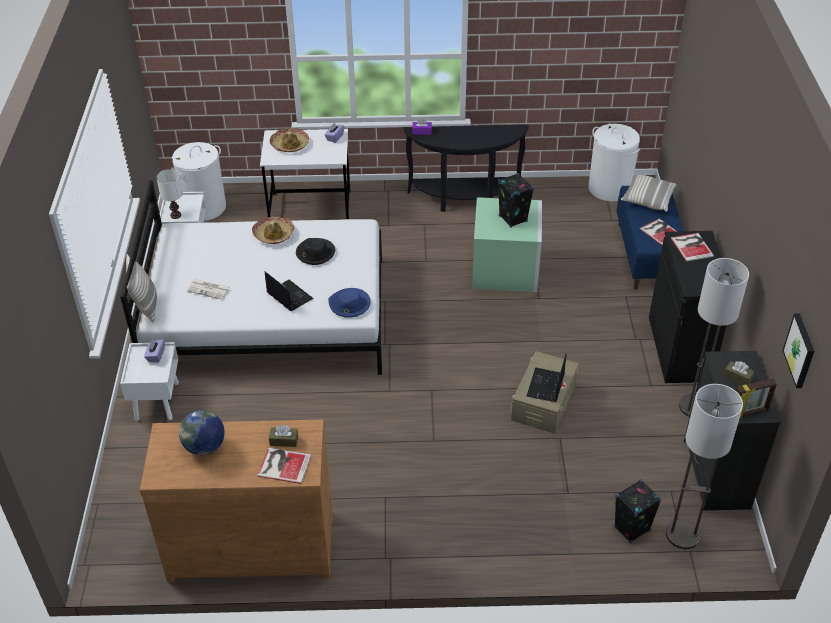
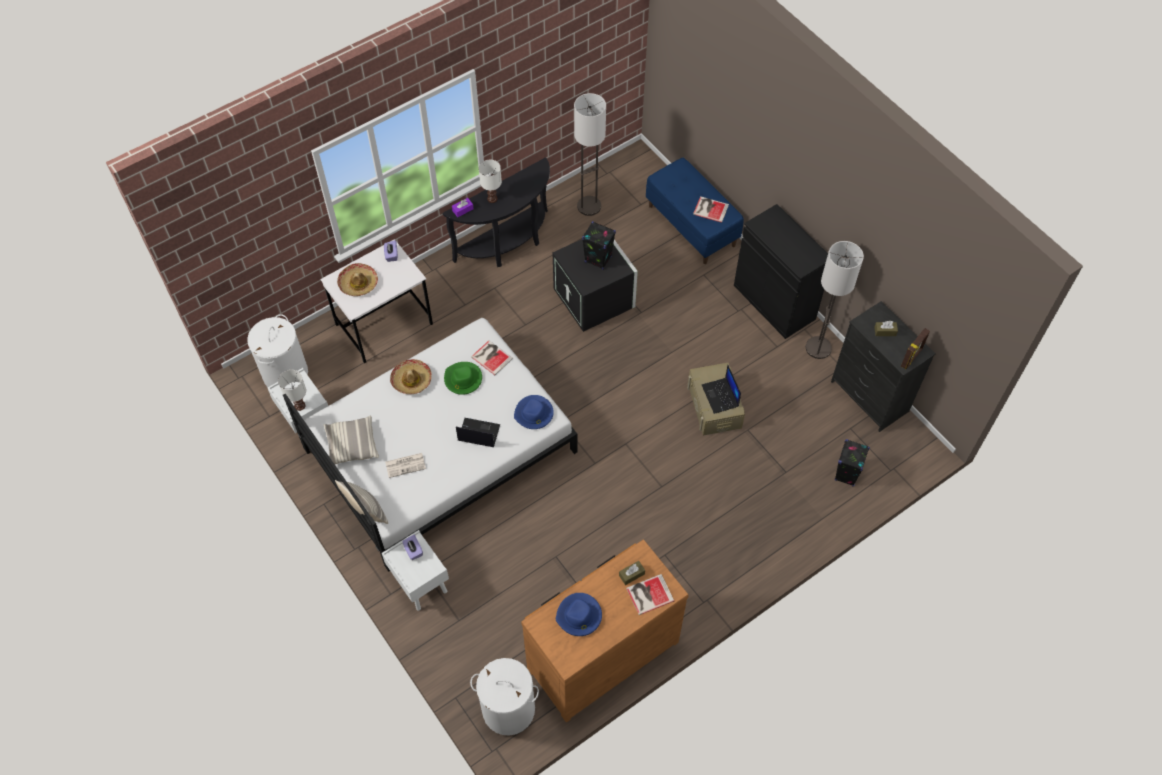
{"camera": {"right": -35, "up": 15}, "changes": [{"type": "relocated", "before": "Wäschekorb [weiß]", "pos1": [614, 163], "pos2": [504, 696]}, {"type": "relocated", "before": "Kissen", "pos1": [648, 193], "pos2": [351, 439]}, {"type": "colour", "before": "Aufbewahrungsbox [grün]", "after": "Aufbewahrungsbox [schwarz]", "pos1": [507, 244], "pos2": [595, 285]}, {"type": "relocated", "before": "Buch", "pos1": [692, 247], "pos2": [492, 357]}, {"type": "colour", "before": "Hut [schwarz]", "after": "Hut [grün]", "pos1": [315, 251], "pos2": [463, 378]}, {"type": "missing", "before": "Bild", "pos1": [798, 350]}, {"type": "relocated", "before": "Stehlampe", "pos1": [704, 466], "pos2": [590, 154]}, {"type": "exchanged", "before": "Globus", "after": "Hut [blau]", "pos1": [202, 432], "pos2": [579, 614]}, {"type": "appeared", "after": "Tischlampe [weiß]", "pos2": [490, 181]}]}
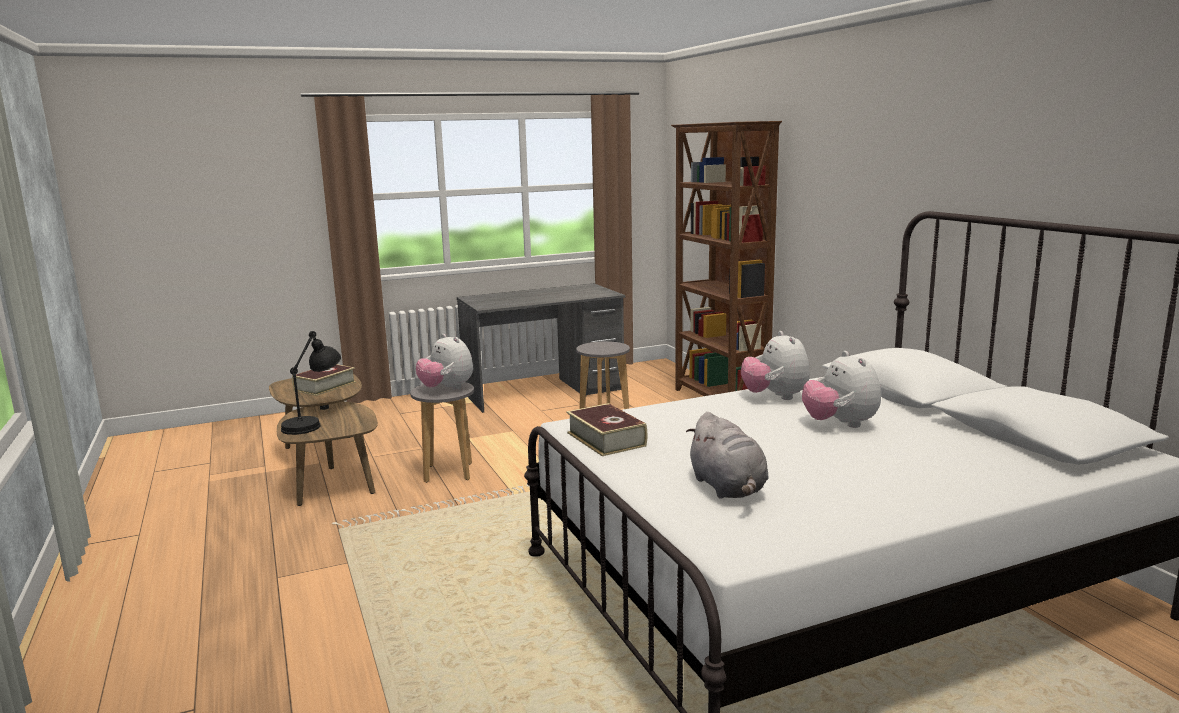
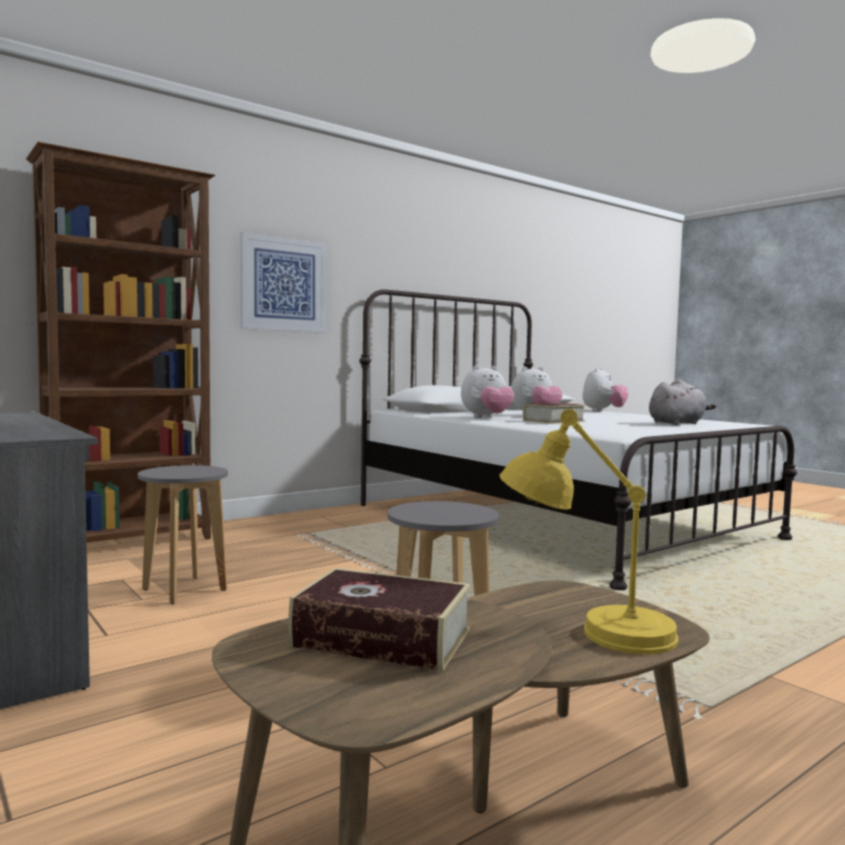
{"camera": {"right": -105, "up": -10}, "changes": [{"type": "colour", "before": "Tischlampe [schwarz]", "after": "Tischlampe [gelb]", "pos1": [311, 383], "pos2": [588, 532]}, {"type": "relocated", "before": "Plüschtier", "pos1": [444, 362], "pos2": [606, 390]}, {"type": "relocated", "before": "Buch", "pos1": [606, 429], "pos2": [554, 413]}, {"type": "appeared", "after": "Bild", "pos2": [283, 282]}]}
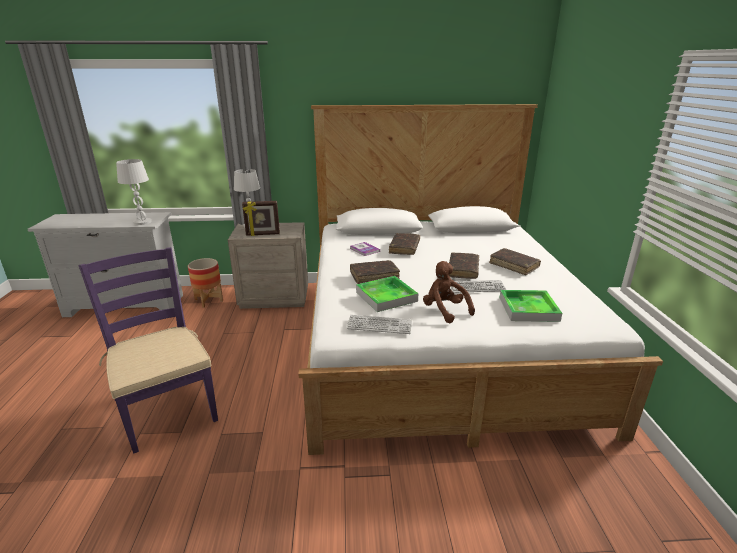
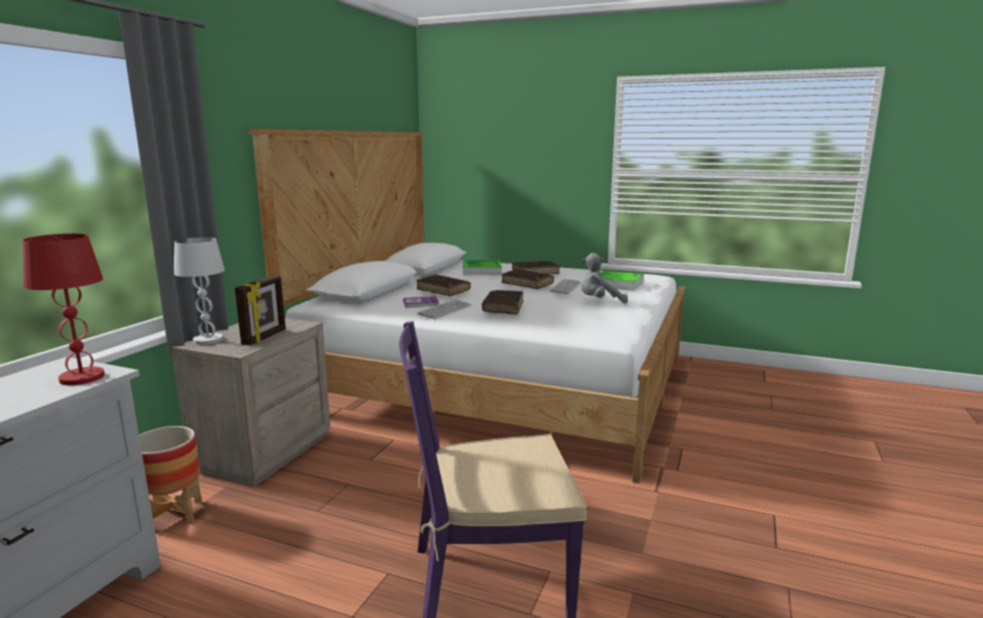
{"camera": {"right": -65, "up": -10}, "changes": [{"type": "colour", "before": "Tischlampe [weiß]", "after": "Tischlampe [rot]", "pos1": [134, 192], "pos2": [64, 309]}, {"type": "colour", "before": "Plüschtier [braun]", "after": "Plüschtier [grau]", "pos1": [449, 292], "pos2": [604, 278]}, {"type": "relocated", "before": "Tablett", "pos1": [387, 294], "pos2": [482, 267]}, {"type": "relocated", "before": "Tastatur", "pos1": [379, 324], "pos2": [444, 309]}]}
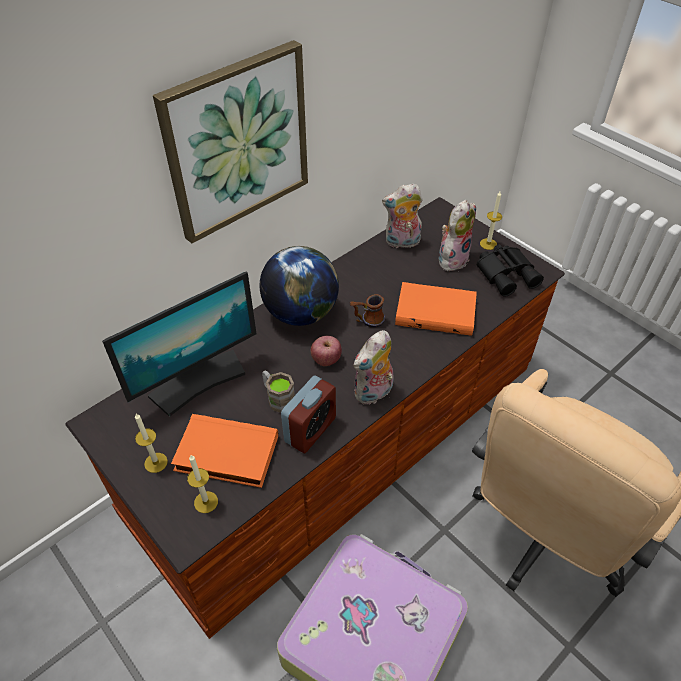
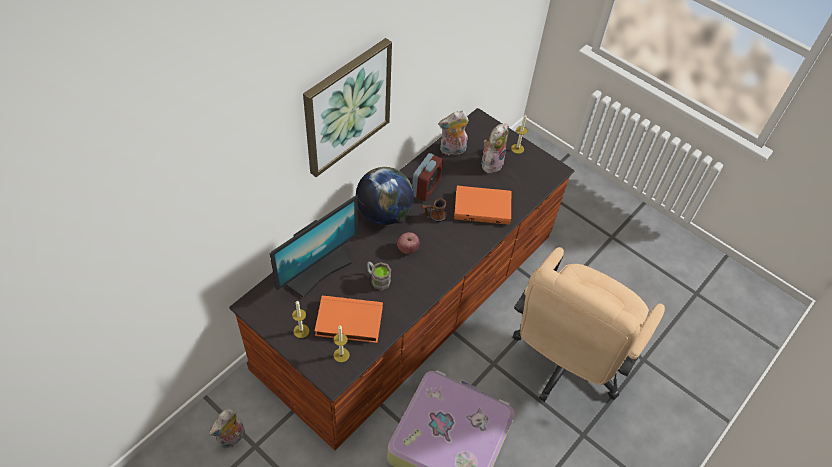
{"camera": {"right": -10, "up": 5}, "changes": [{"type": "missing", "before": "Fernglas [schwarz]", "pos1": [510, 270]}, {"type": "relocated", "before": "Plüschtier", "pos1": [374, 367], "pos2": [227, 428]}, {"type": "relocated", "before": "Wecker", "pos1": [308, 414], "pos2": [427, 177]}]}
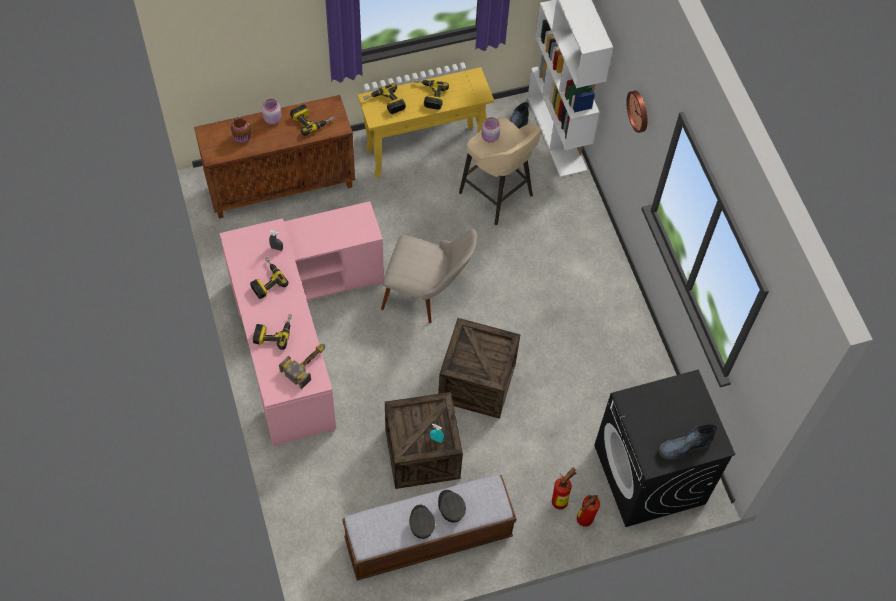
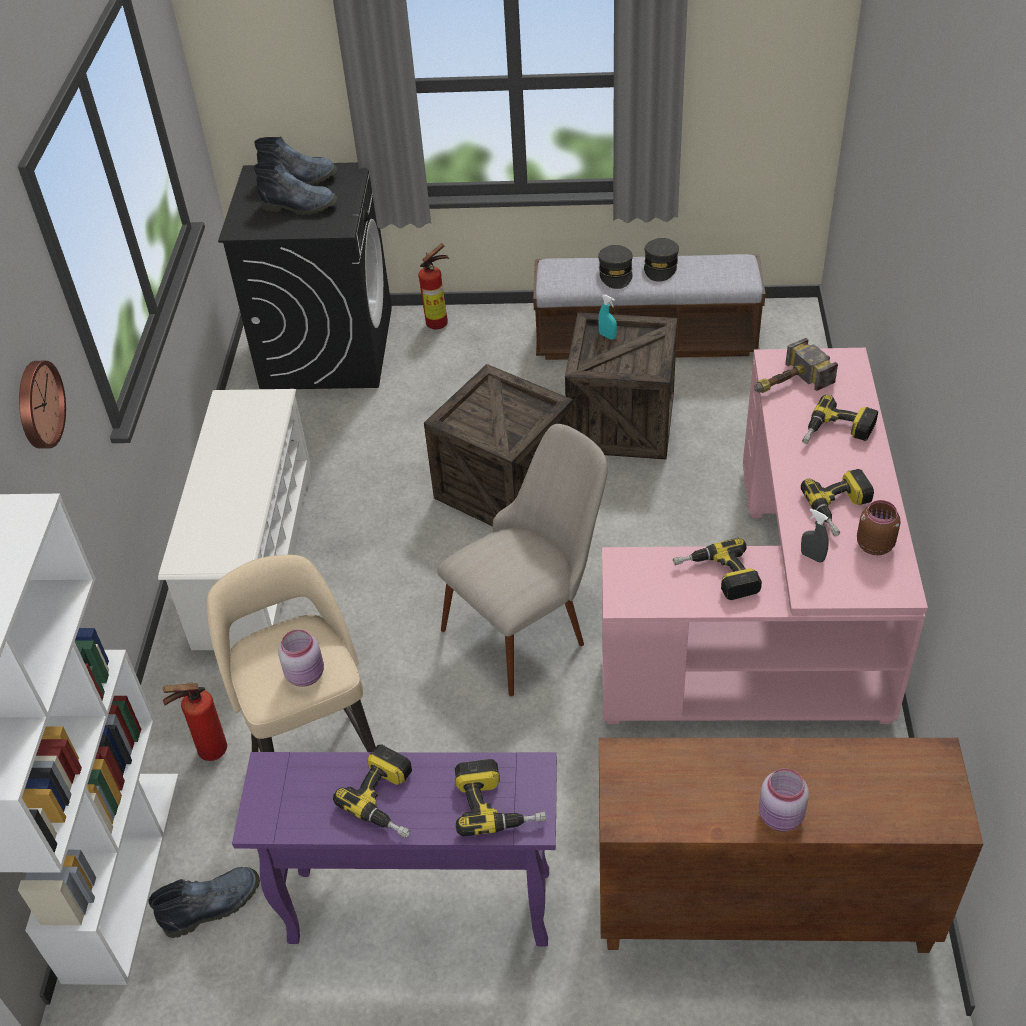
{"camera": {"right": -155, "up": -15}, "changes": [{"type": "colour", "before": "Konsolentisch [gelb]", "after": "Konsolentisch [lila]", "pos1": [426, 122], "pos2": [394, 849]}, {"type": "relocated", "before": "Bohrmaschine", "pos1": [312, 120], "pos2": [717, 569]}, {"type": "relocated", "before": "Vorratsglas [braun]", "pos1": [241, 130], "pos2": [878, 527]}, {"type": "spun", "before": "Stuhl [beige]", "pos1": [429, 276], "pos2": [522, 560], "turn": 105}, {"type": "relocated", "before": "Feuerlöscher", "pos1": [564, 488], "pos2": [195, 721]}, {"type": "appeared", "after": "Stiefel", "pos2": [295, 188]}, {"type": "appeared", "after": "Schuhregal [weiß]", "pos2": [235, 519]}]}
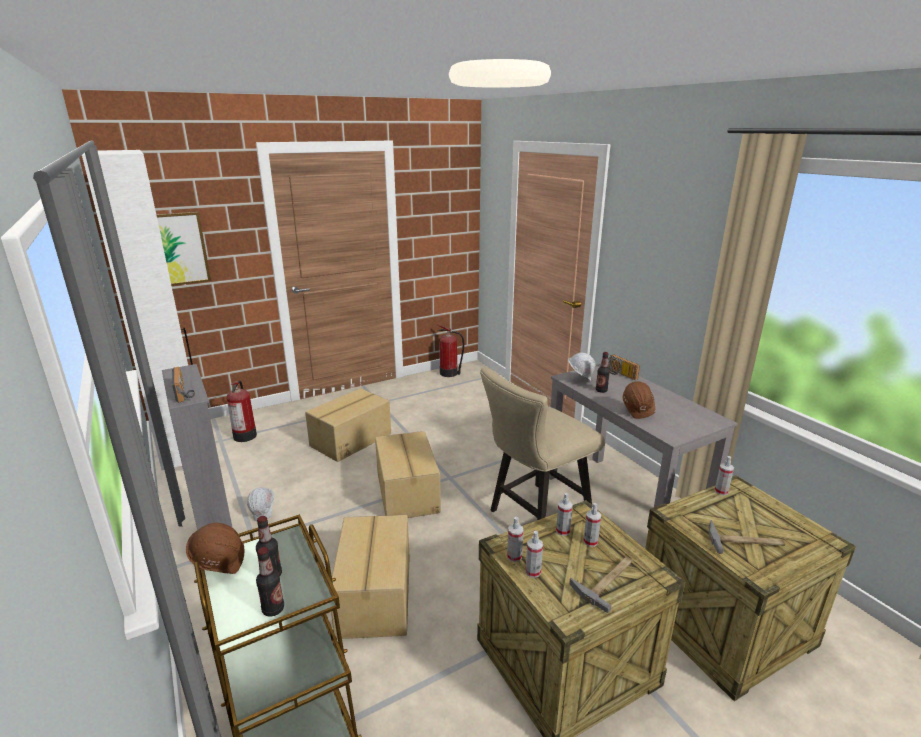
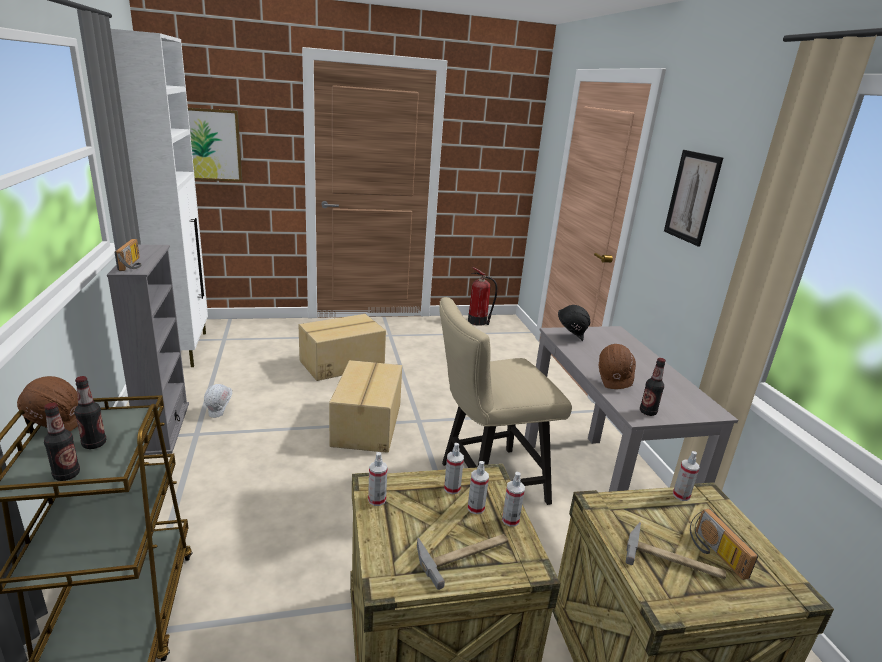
{"camera": {"right": 15, "up": 0}, "changes": [{"type": "relocated", "before": "Flasche", "pos1": [603, 372], "pos2": [653, 387]}, {"type": "colour", "before": "Schutzhelm [weiß]", "after": "Schutzhelm [schwarz]", "pos1": [582, 367], "pos2": [574, 323]}, {"type": "relocated", "before": "Radio", "pos1": [624, 367], "pos2": [724, 544]}, {"type": "missing", "before": "Feuerlöscher", "pos1": [242, 411]}, {"type": "missing", "before": "Karton", "pos1": [370, 577]}, {"type": "relocated", "before": "Sprühflasche", "pos1": [534, 554], "pos2": [513, 499]}, {"type": "appeared", "after": "Bild", "pos2": [693, 198]}]}
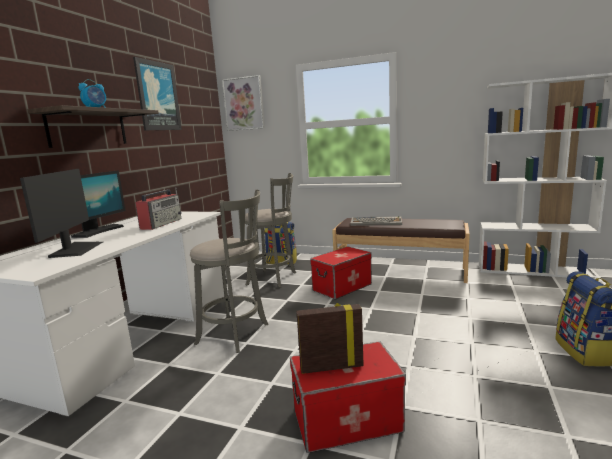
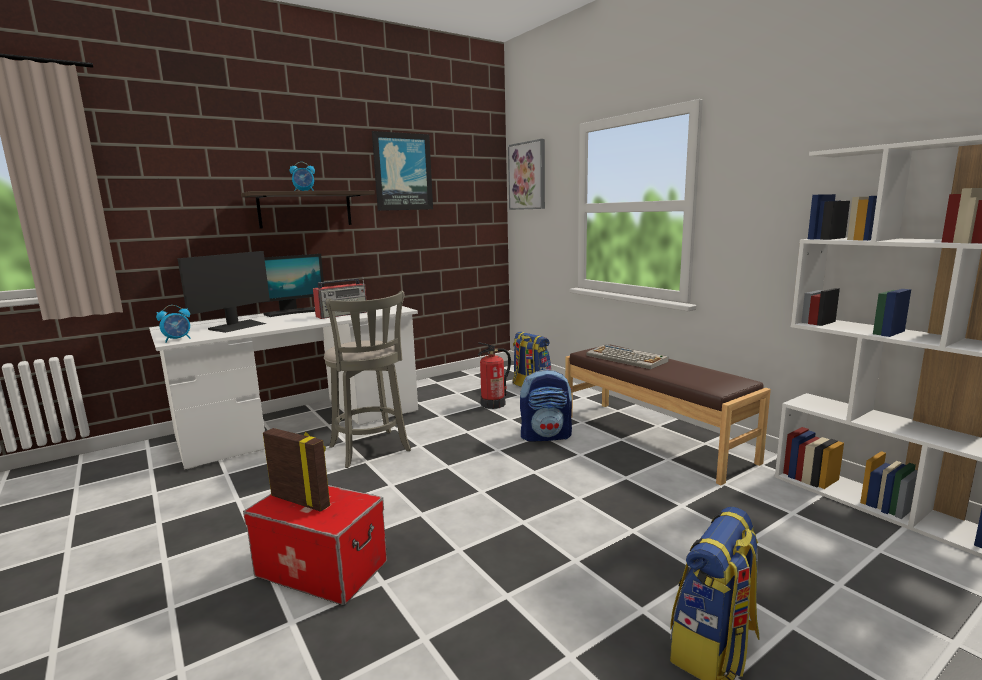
{"camera": {"right": 35, "up": 0}, "changes": [{"type": "exchanged", "before": "Hocker [grau]", "after": "Feuerlöscher", "pos1": [270, 230], "pos2": [494, 376]}, {"type": "exchanged", "before": "Aufbewahrungsbox", "after": "Rucksack", "pos1": [341, 273], "pos2": [546, 406]}, {"type": "appeared", "after": "Wecker", "pos2": [173, 323]}]}
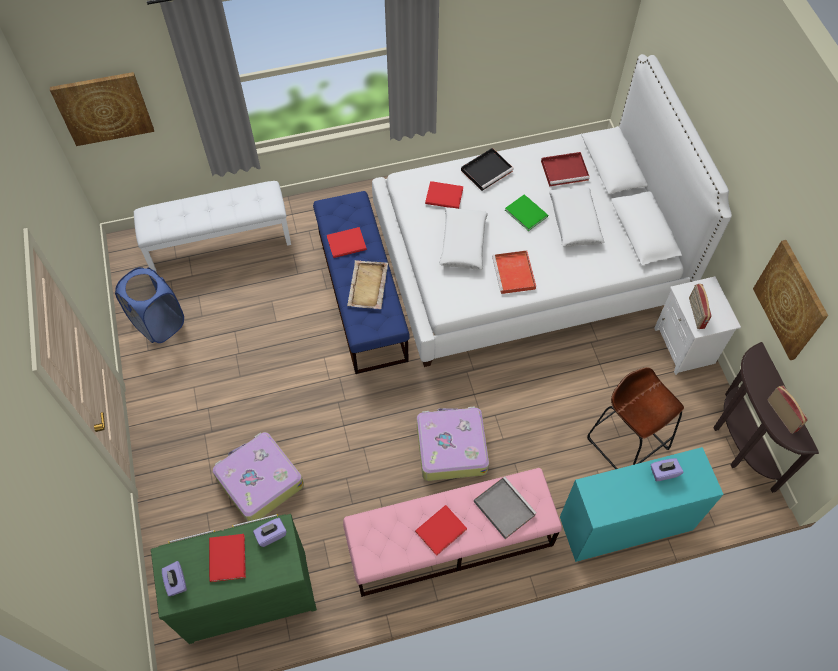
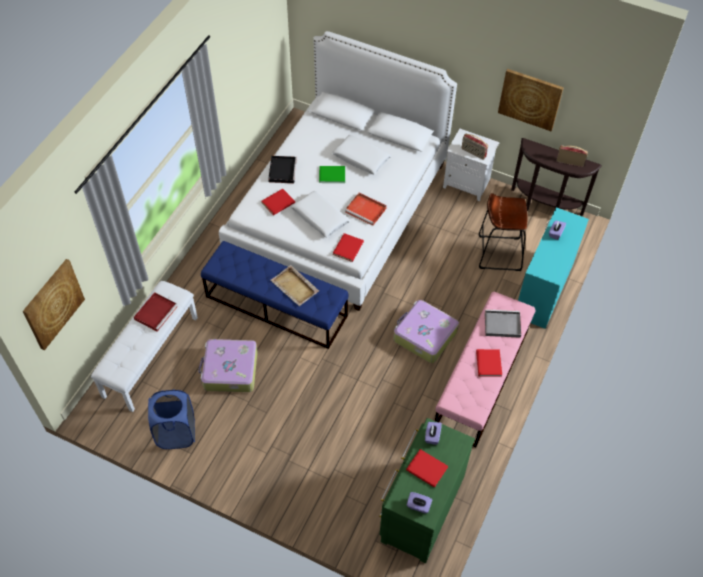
{"camera": {"right": -50, "up": -5}, "changes": [{"type": "relocated", "before": "Tablett [rot]", "pos1": [565, 169], "pos2": [156, 311]}, {"type": "relocated", "before": "Buch [rot]", "pos1": [347, 242], "pos2": [348, 247]}, {"type": "relocated", "before": "Koffer", "pos1": [258, 477], "pos2": [228, 365]}]}
